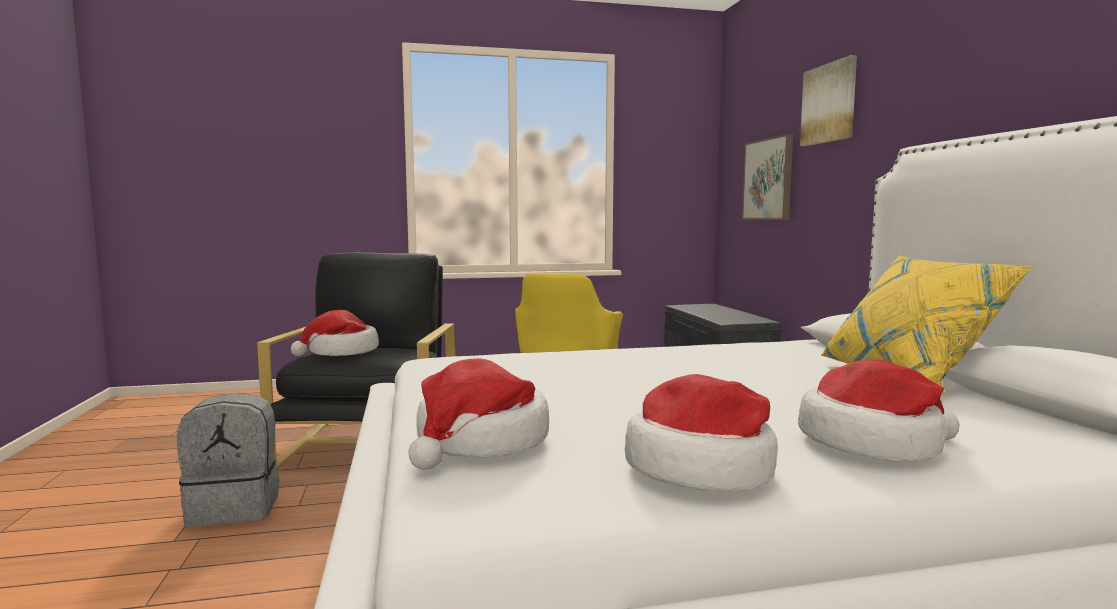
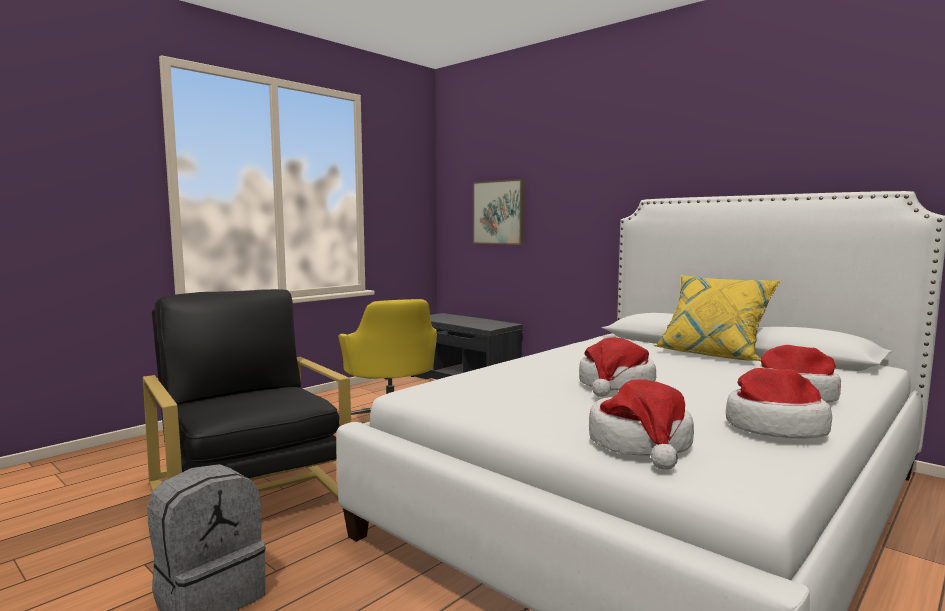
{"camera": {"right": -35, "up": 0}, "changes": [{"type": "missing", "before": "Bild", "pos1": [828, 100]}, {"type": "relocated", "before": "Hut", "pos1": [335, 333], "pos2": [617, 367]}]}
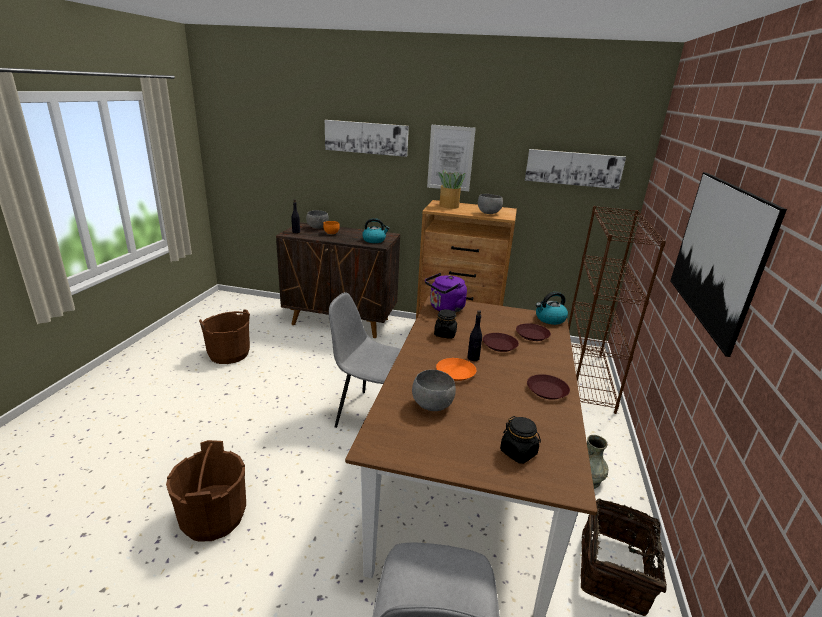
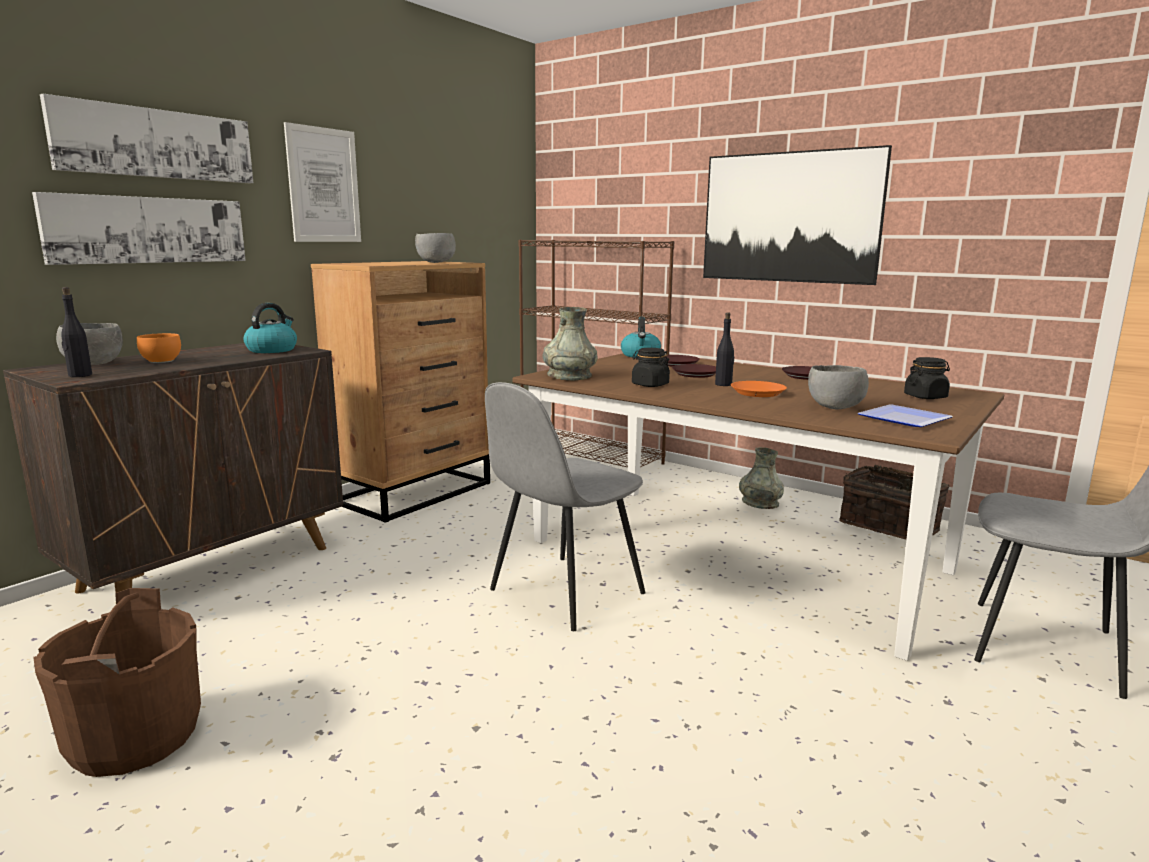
{"camera": {"right": -65, "up": -10}, "changes": [{"type": "relocated", "before": "Bild", "pos1": [575, 169], "pos2": [139, 228]}, {"type": "missing", "before": "Topfpflanze", "pos1": [452, 189]}, {"type": "exchanged", "before": "Wasserkessel [lila]", "after": "Vase [grau]", "pos1": [446, 292], "pos2": [570, 344]}, {"type": "missing", "before": "Eimer [braun]", "pos1": [206, 491]}, {"type": "appeared", "after": "Teller", "pos2": [905, 415]}]}
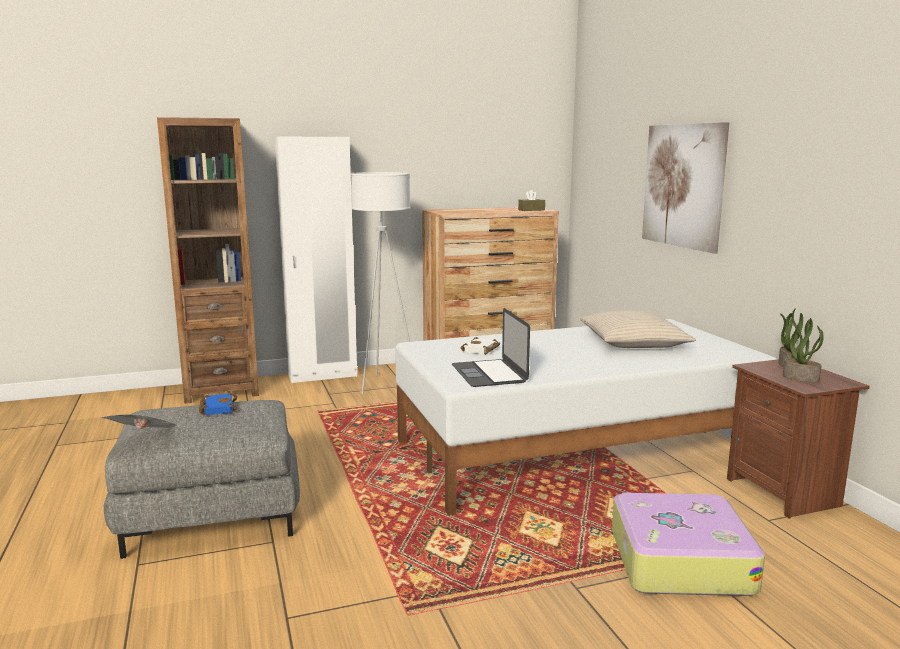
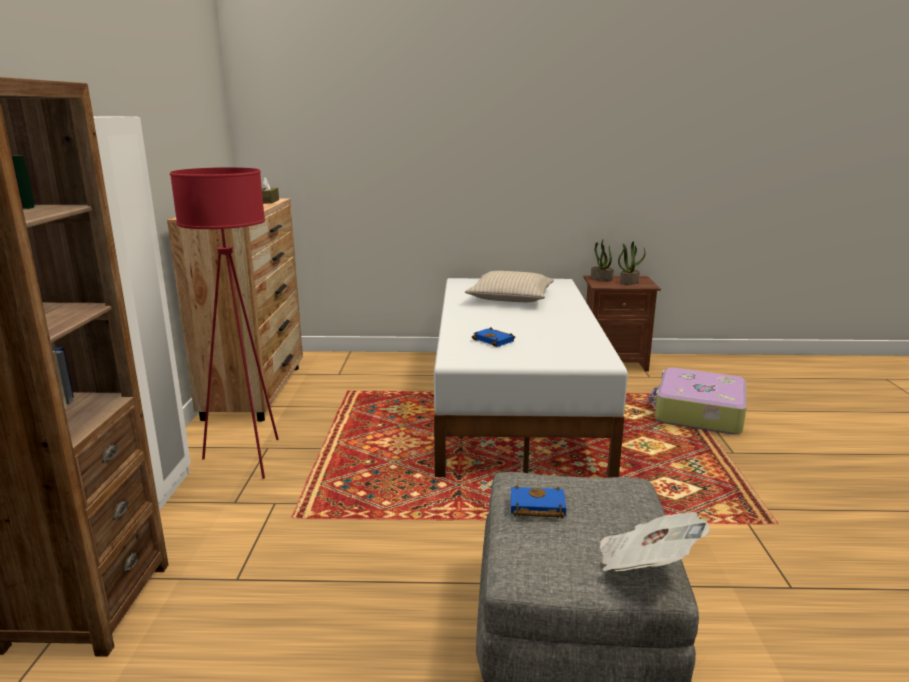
{"camera": {"right": -70, "up": 5}, "changes": [{"type": "missing", "before": "Bild", "pos1": [686, 188]}, {"type": "colour", "before": "Stehlampe [weiß]", "after": "Stehlampe [rot]", "pos1": [380, 283], "pos2": [224, 323]}, {"type": "missing", "before": "Laptop", "pos1": [491, 347]}, {"type": "colour", "before": "Buch [weiß]", "after": "Buch [blau]", "pos1": [480, 346], "pos2": [493, 337]}]}
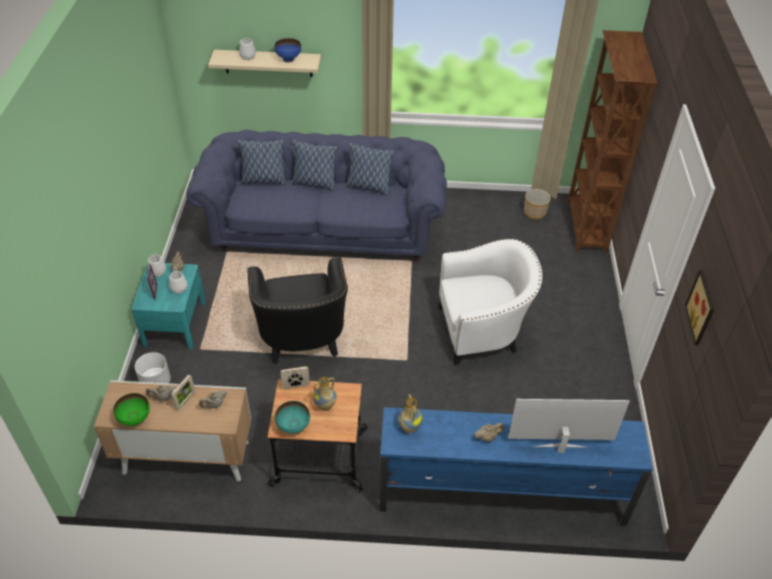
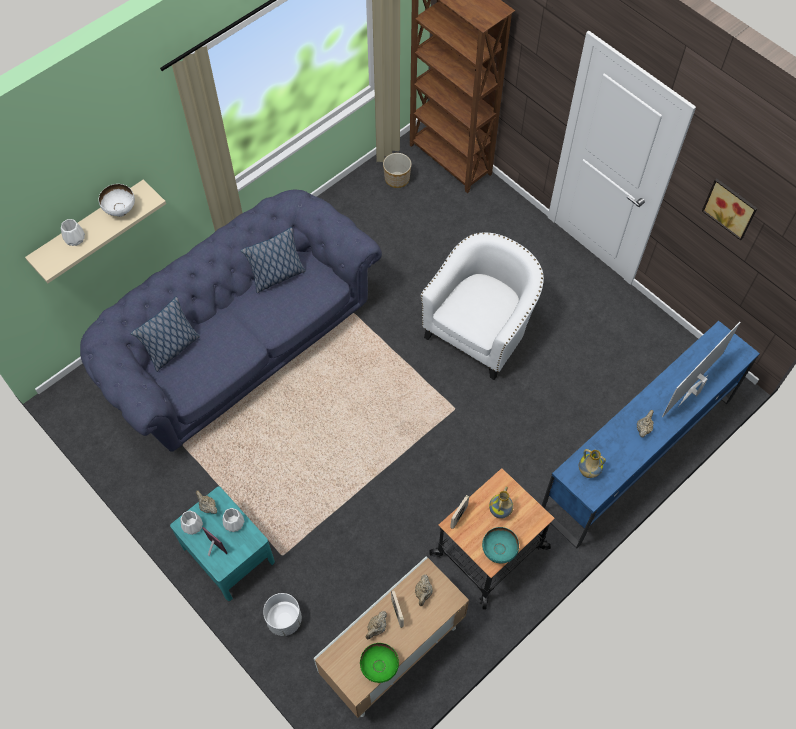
{"camera": {"right": -45, "up": 15}, "changes": [{"type": "colour", "before": "Schüssel [blau]", "after": "Schüssel [weiß]", "pos1": [287, 50], "pos2": [117, 200]}, {"type": "missing", "before": "Kissen", "pos1": [315, 165]}, {"type": "missing", "before": "Sessel [schwarz]", "pos1": [297, 310]}]}
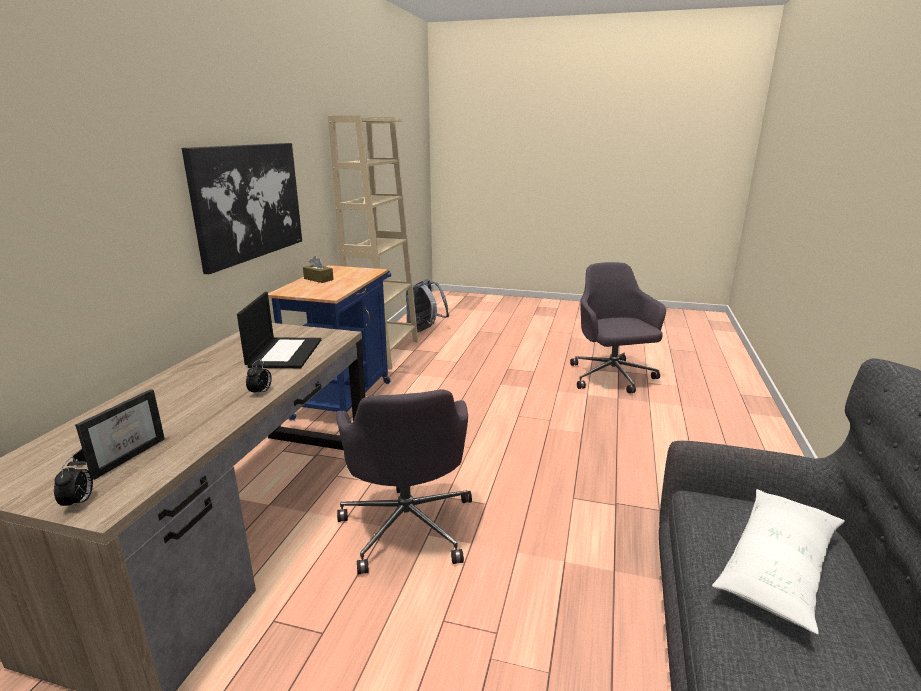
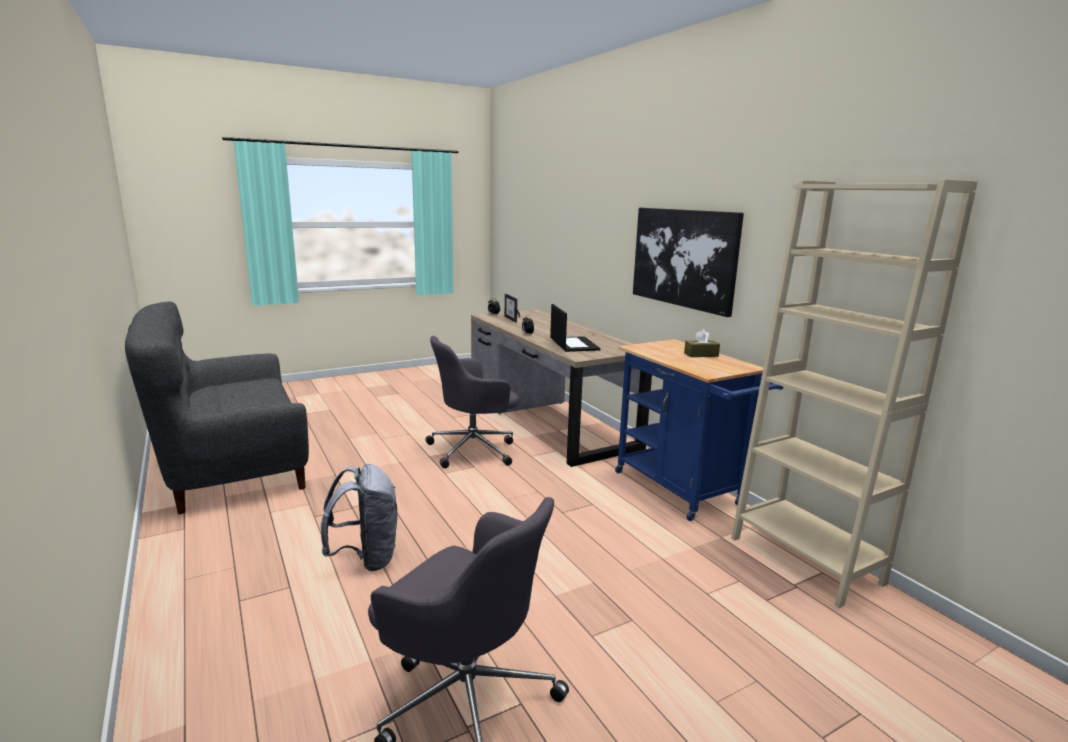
{"camera": {"right": 135, "up": -5}, "changes": [{"type": "relocated", "before": "Rucksack [grau]", "pos1": [427, 306], "pos2": [359, 517]}, {"type": "spun", "before": "Laptop", "pos1": [279, 330], "pos2": [575, 328], "turn": -150}, {"type": "spun", "before": "Bürostuhl [grau]", "pos1": [404, 481], "pos2": [472, 402], "turn": -60}, {"type": "missing", "before": "Kissen [weiß]", "pos1": [778, 562]}]}
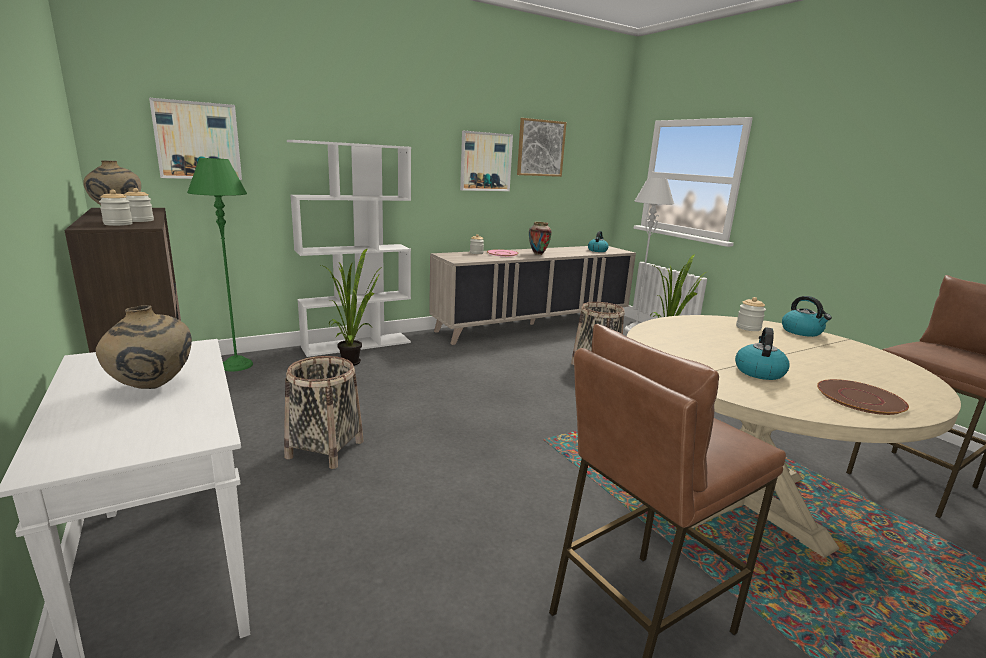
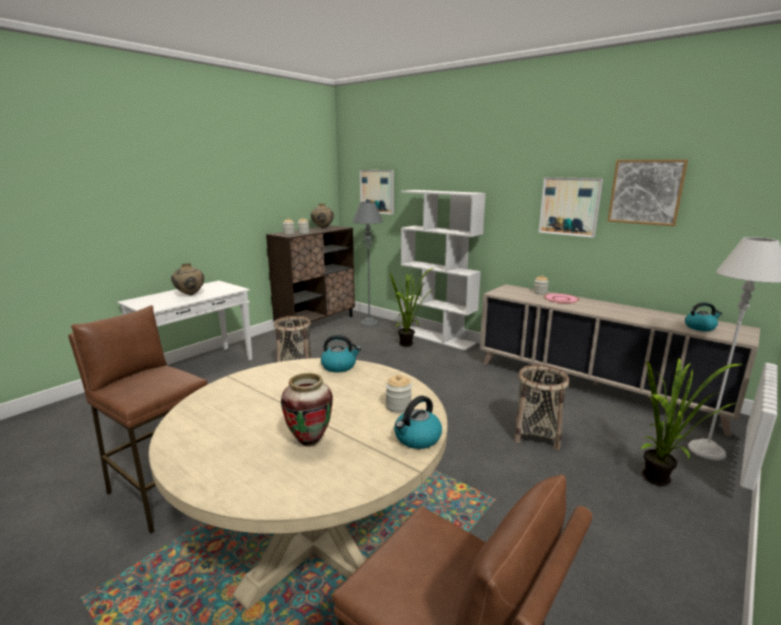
{"camera": {"right": 70, "up": 0}, "changes": [{"type": "colour", "before": "Stehlampe [grün]", "after": "Stehlampe [grau]", "pos1": [220, 265], "pos2": [368, 264]}, {"type": "relocated", "before": "Vase", "pos1": [540, 238], "pos2": [307, 410]}, {"type": "relocated", "before": "Wasserkessel", "pos1": [762, 353], "pos2": [341, 353]}, {"type": "missing", "before": "Teller [braun]", "pos1": [863, 397]}]}
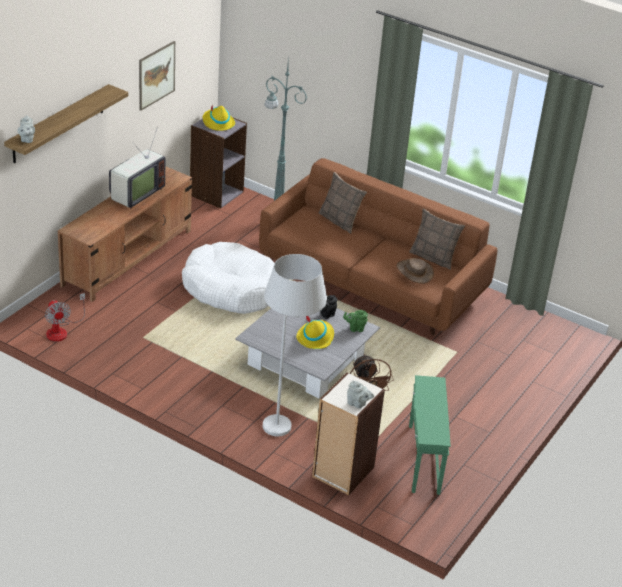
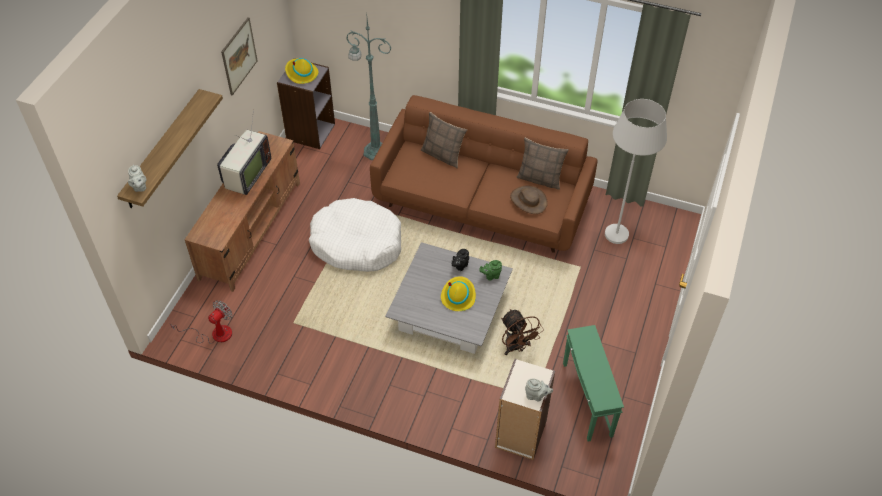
{"camera": {"right": -10, "up": 15}, "changes": [{"type": "relocated", "before": "Stehlampe [weiß]", "pos1": [295, 345], "pos2": [636, 171]}, {"type": "spun", "before": "Ventilator", "pos1": [65, 317], "pos2": [201, 322], "turn": -105}]}
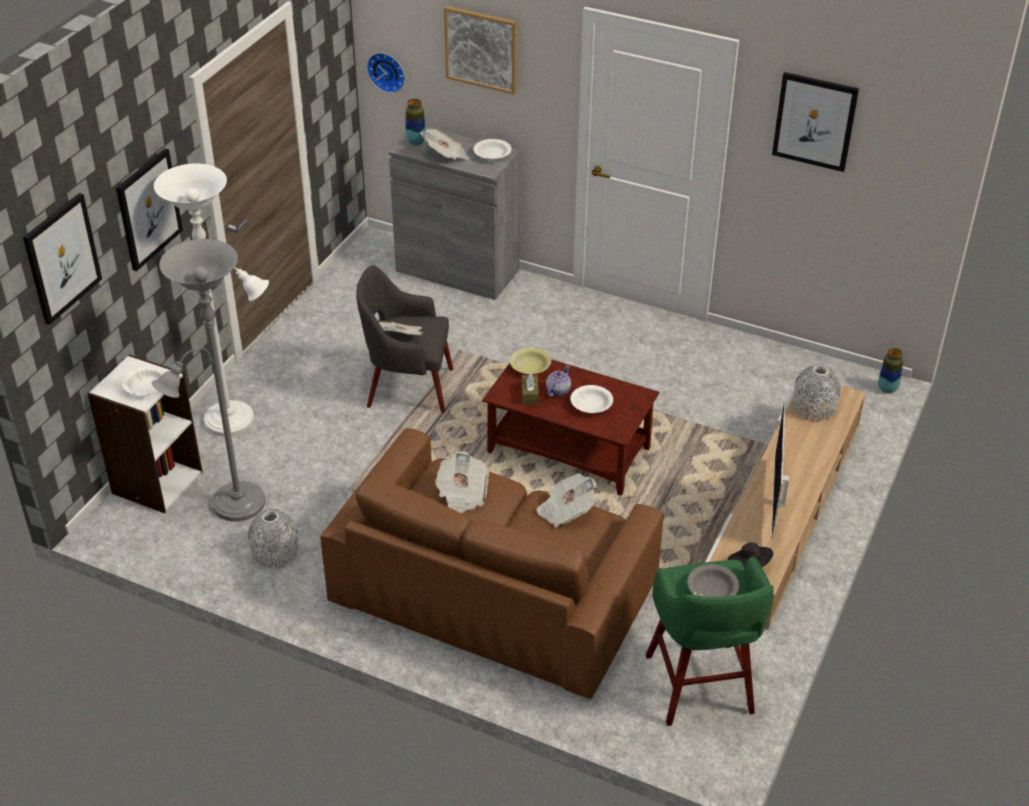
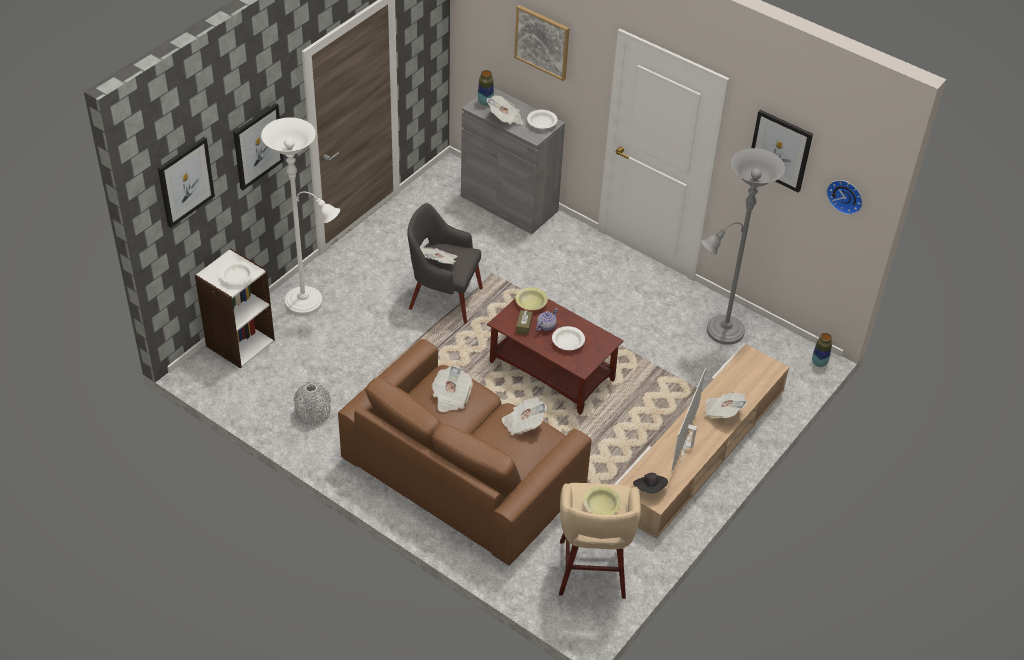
{"camera": {"right": 10, "up": 5}, "changes": [{"type": "relocated", "before": "Wanduhr", "pos1": [385, 73], "pos2": [844, 197]}, {"type": "relocated", "before": "Stehlampe [grau]", "pos1": [208, 380], "pos2": [743, 246]}, {"type": "missing", "before": "Vase [grau]", "pos1": [816, 392]}, {"type": "colour", "before": "Hocker [grün]", "after": "Hocker [beige]", "pos1": [710, 641], "pos2": [600, 541]}, {"type": "colour", "before": "Schüssel [grau]", "after": "Schüssel [gelb]", "pos1": [713, 580], "pos2": [602, 500]}, {"type": "appeared", "after": "Zeitung", "pos2": [726, 405]}]}
